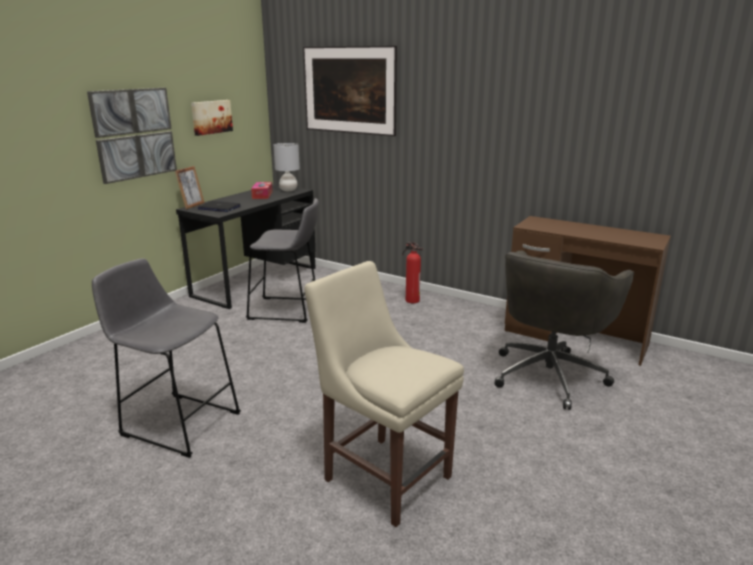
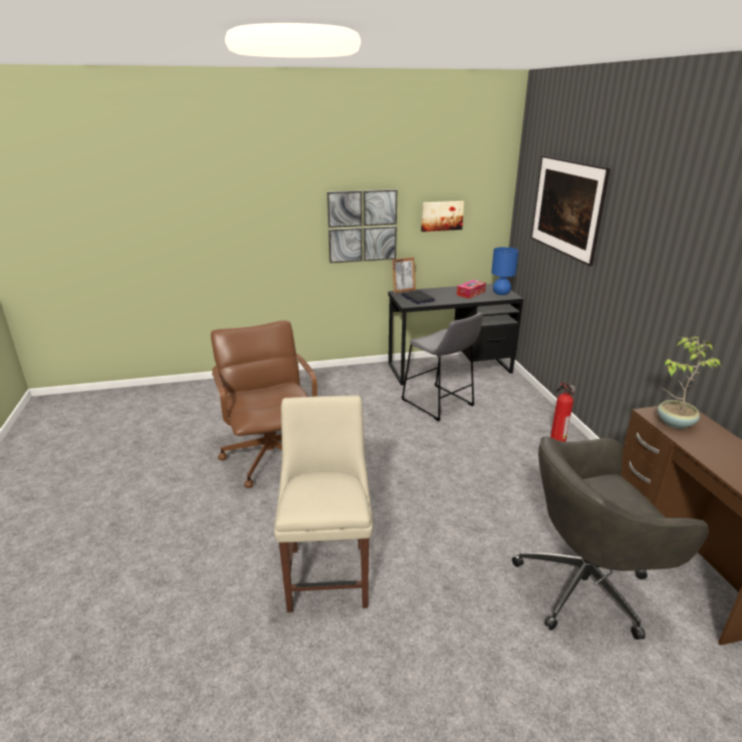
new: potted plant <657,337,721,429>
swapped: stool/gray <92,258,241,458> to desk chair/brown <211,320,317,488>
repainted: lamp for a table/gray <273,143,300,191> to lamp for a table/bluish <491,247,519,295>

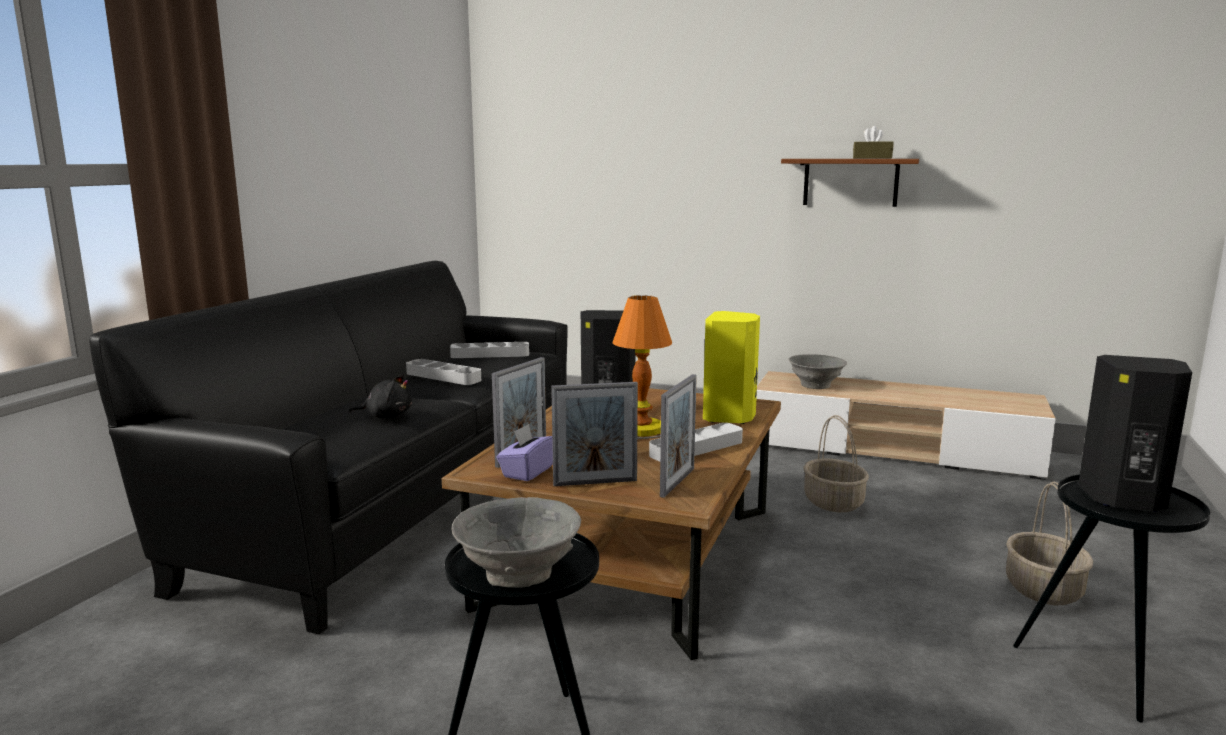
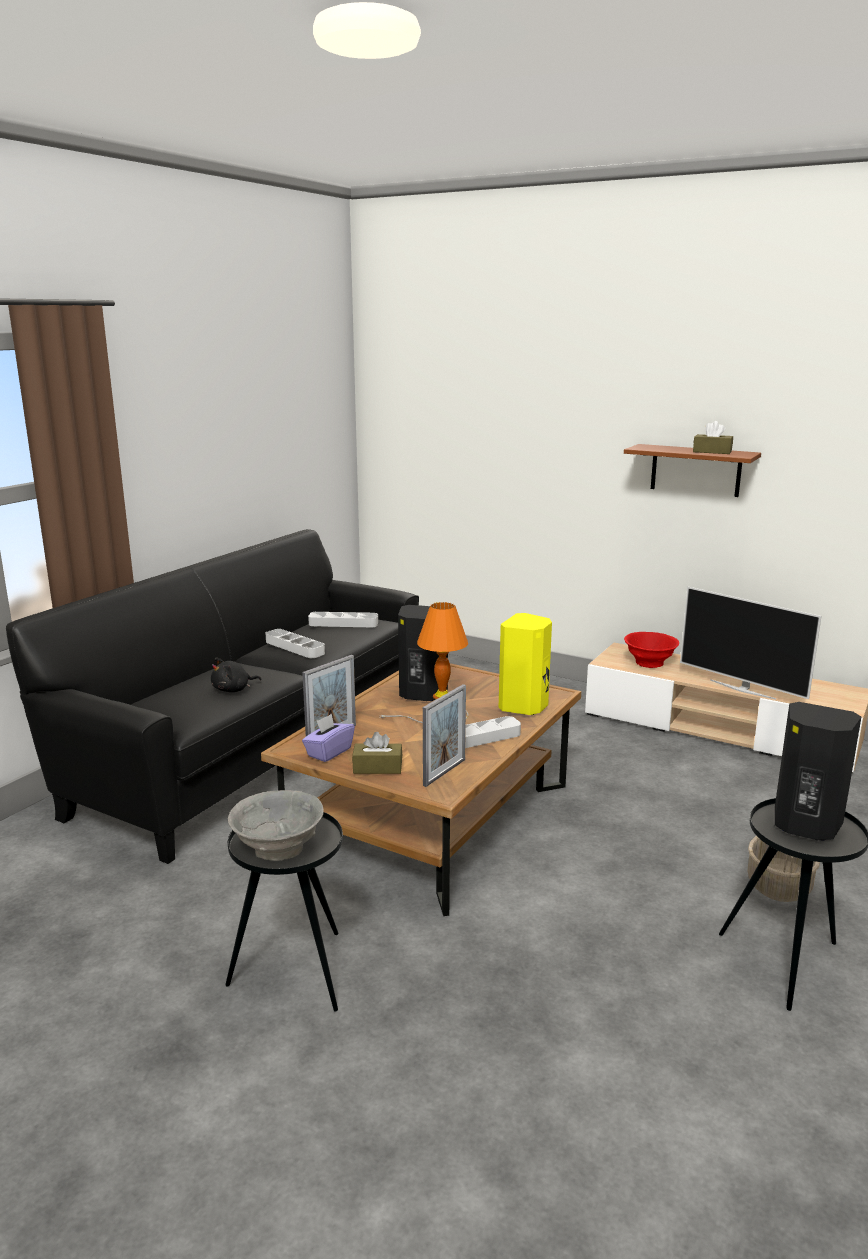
gone: basket <803,415,869,512>
new: television <680,586,822,700>
swapped: standing frame <551,382,638,486> to tissue holder/brown <352,732,402,774>
repainted: bowl/gray <788,354,847,389> to bowl/red-coloured <624,632,679,668>
rotated: cuddly toy/black-coloured <349,375,412,418> = <211,658,261,692> 135 degrees clockwise

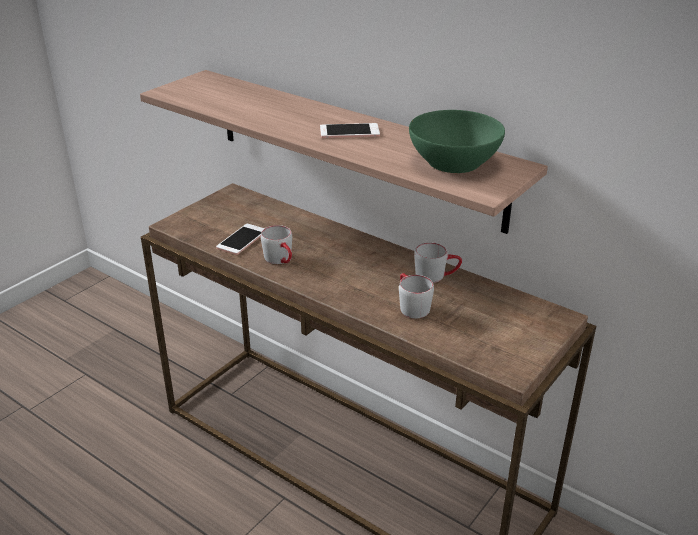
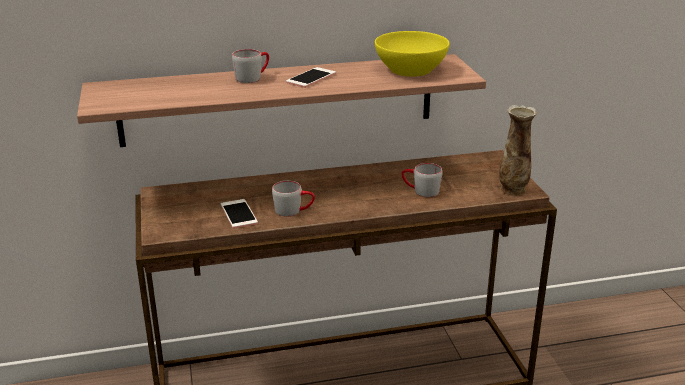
new: vase <499,105,537,196>
shifted: tea mug/gray <414,242,462,283> to <232,49,269,83>
repainted: bowl/green-coloured <409,110,505,173> to bowl/yellow <375,31,450,77>

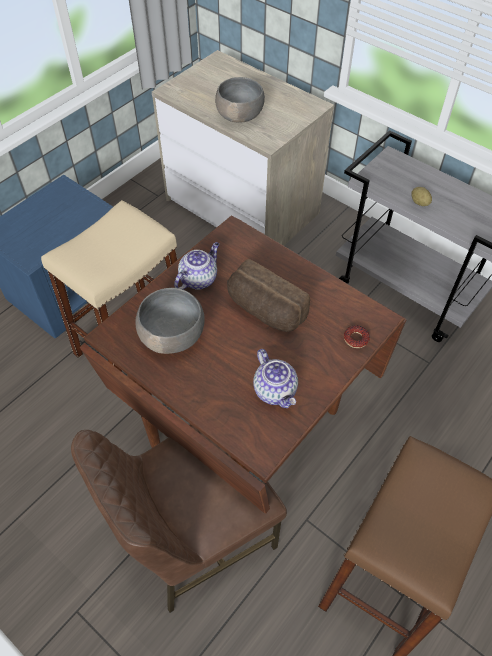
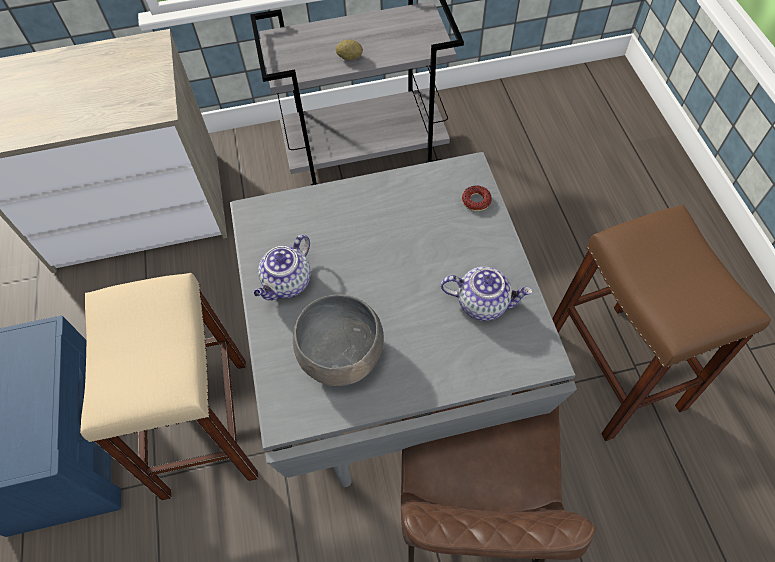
gone: bowl/gray <215,77,265,123>; baked bread <227,259,310,332>
repainted: dining table/brown <80,216,407,514> to dining table/gray <230,152,577,487>
rotated: tea pot <174,242,219,290> = <254,234,311,301> 135 degrees counterclockwise

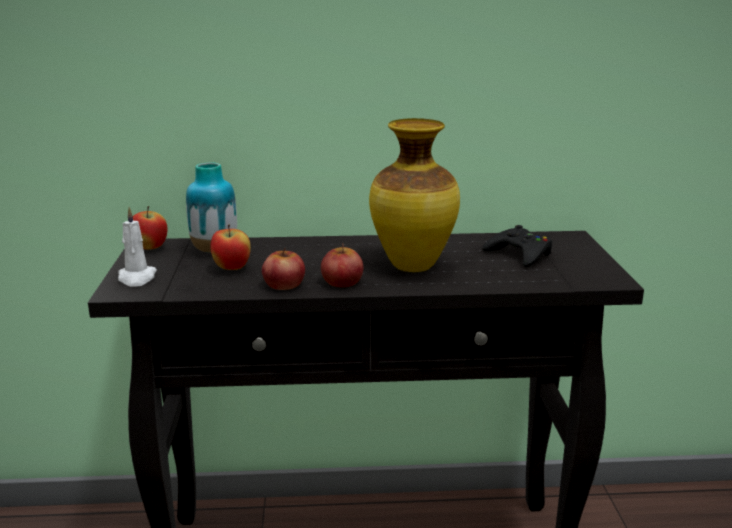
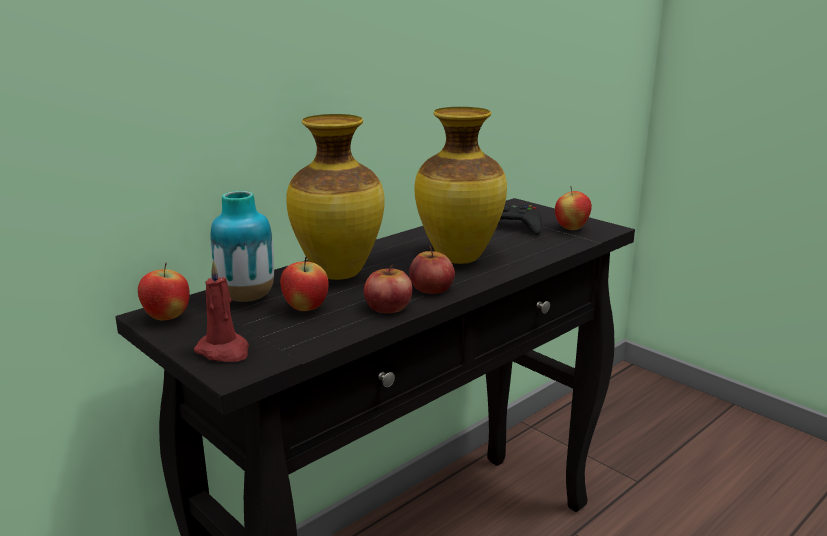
new: vase <286,114,385,280>; apple fruit <555,186,592,230>
repainted: candle/white-coloured <118,207,157,287> to candle/red-coloured <194,260,249,362>

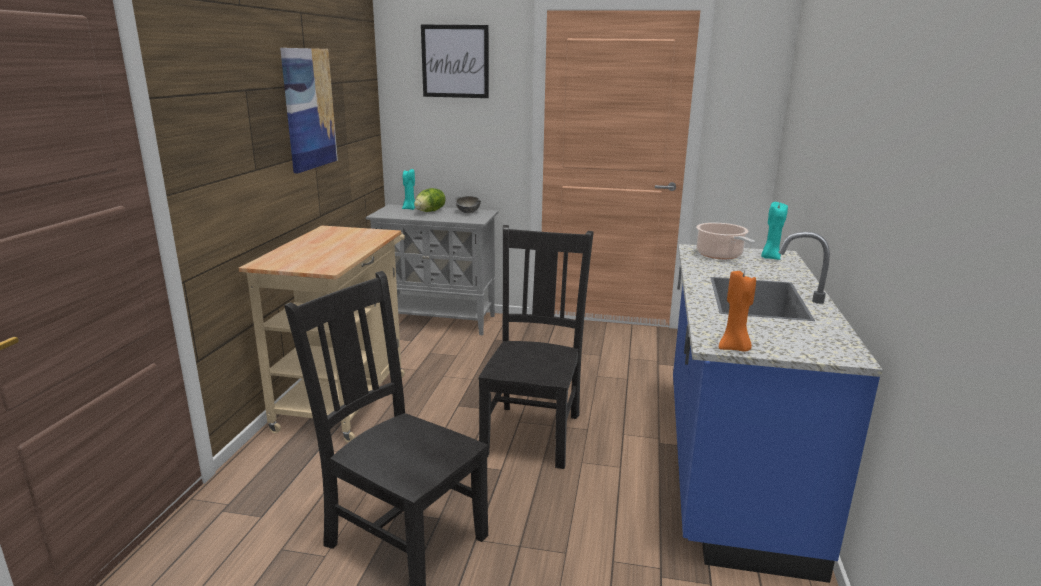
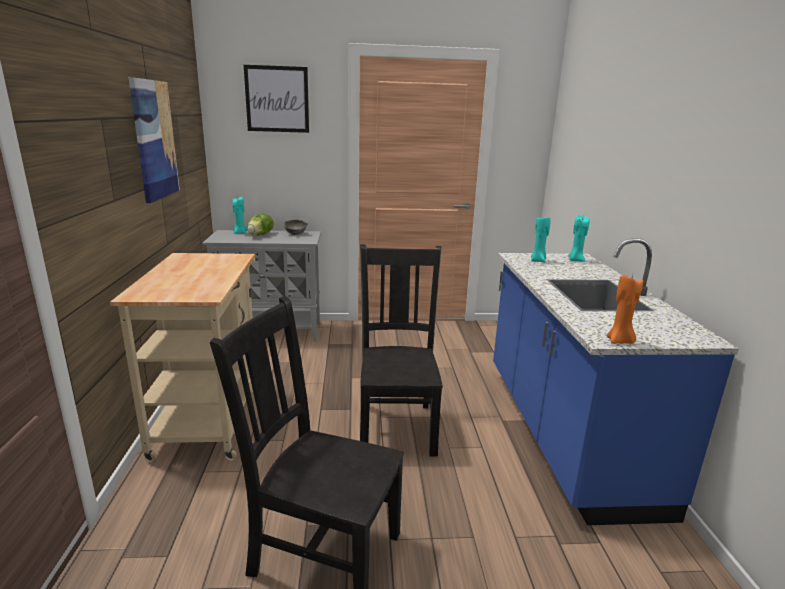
swapped: stockpot <696,223,755,259> to candle/turquoise-coloured <531,217,550,262>

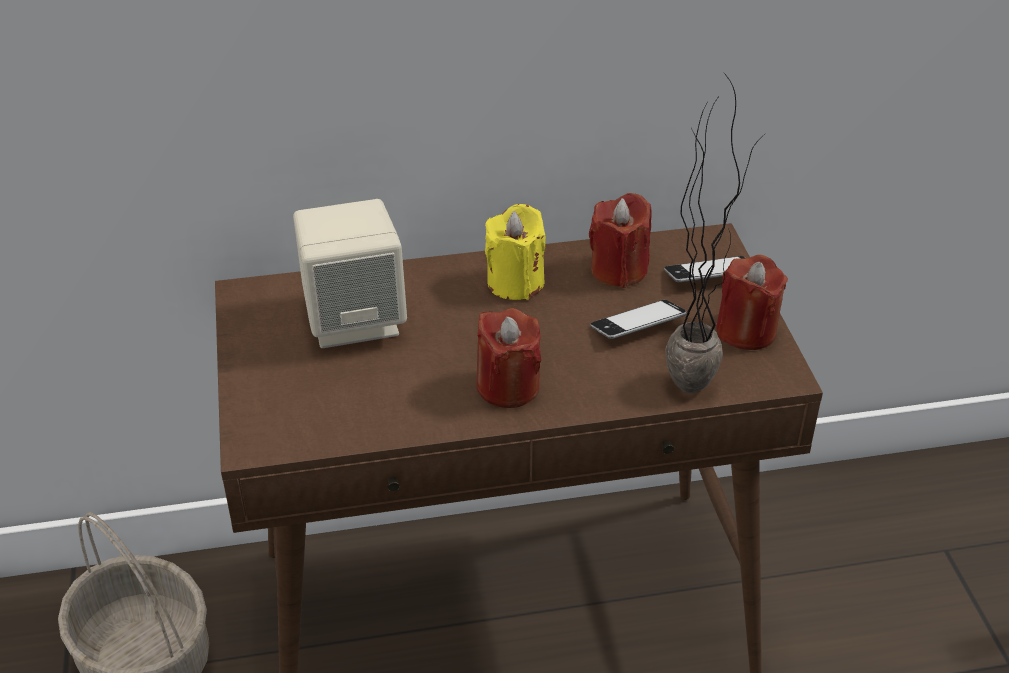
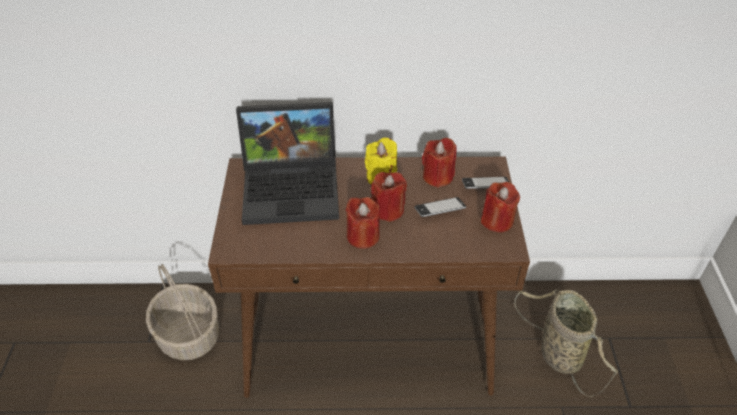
gone: potted plant <665,73,766,393>
new: candle/red-coloured <371,172,407,222>; basket <515,289,618,397>
swapped: speaker/beige-coloured <293,199,407,348> to laptop <236,102,339,225>

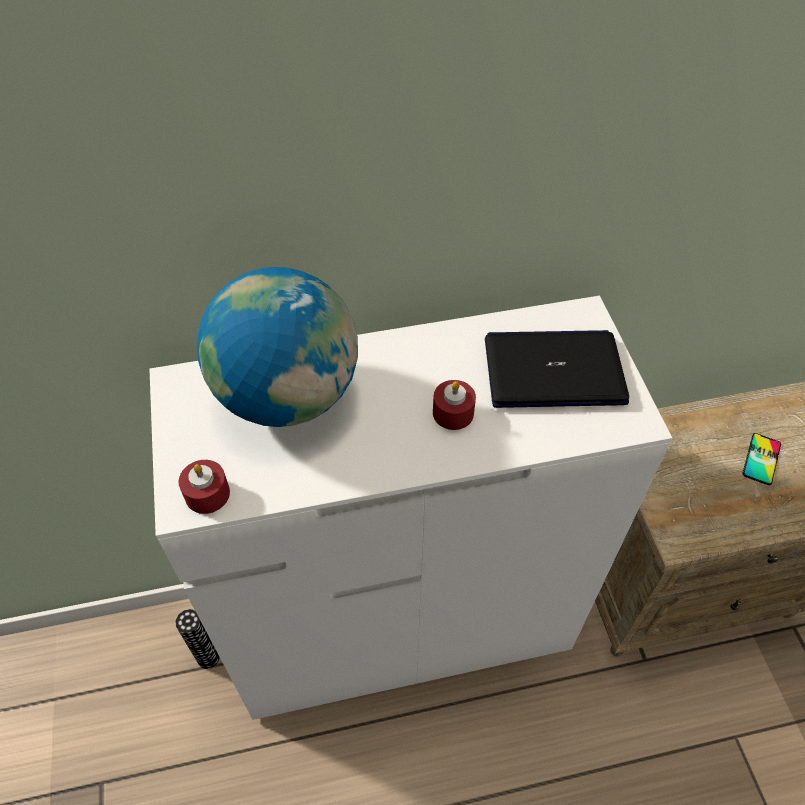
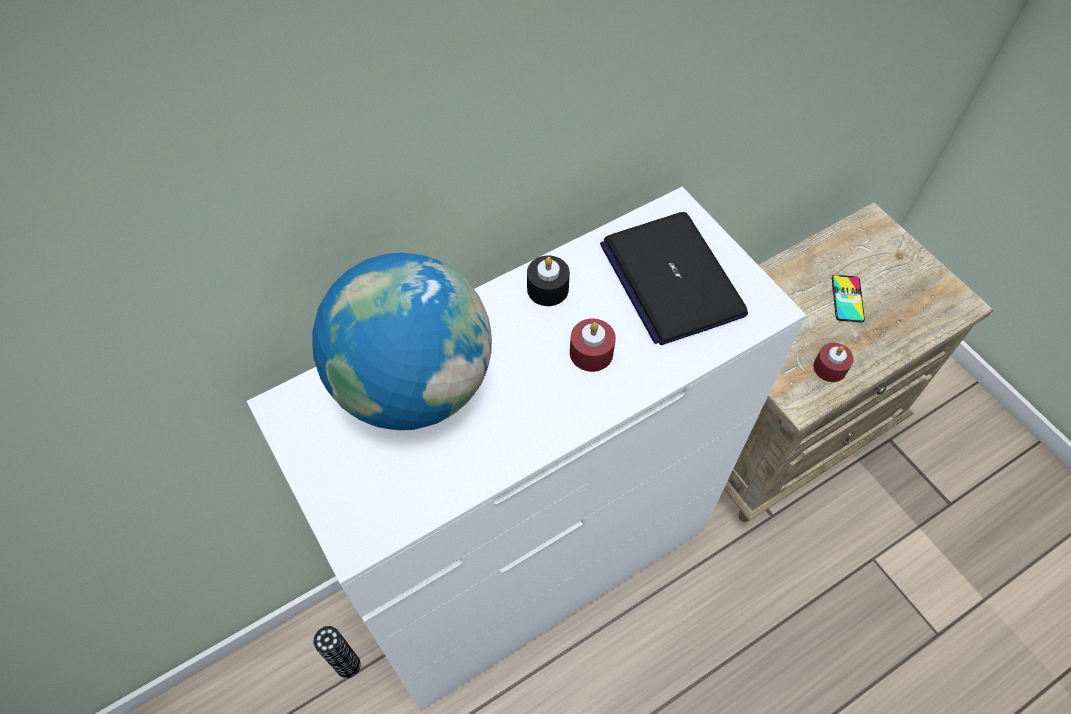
new: candle/black-coloured <527,256,570,306>
shifted: candle/red-coloured <179,460,230,514> to <813,343,853,382>
rotated: laptop <485,330,629,408> = <600,212,748,345> 90 degrees counterclockwise

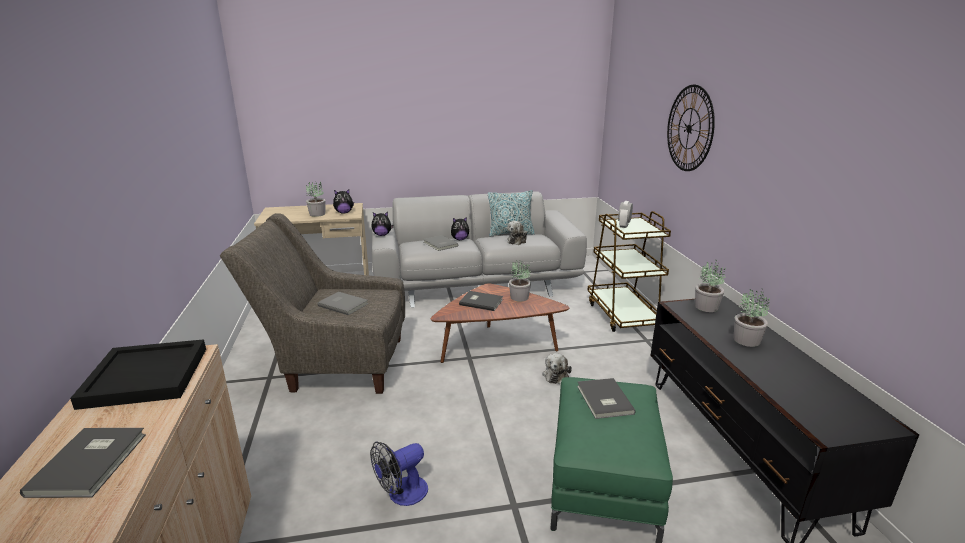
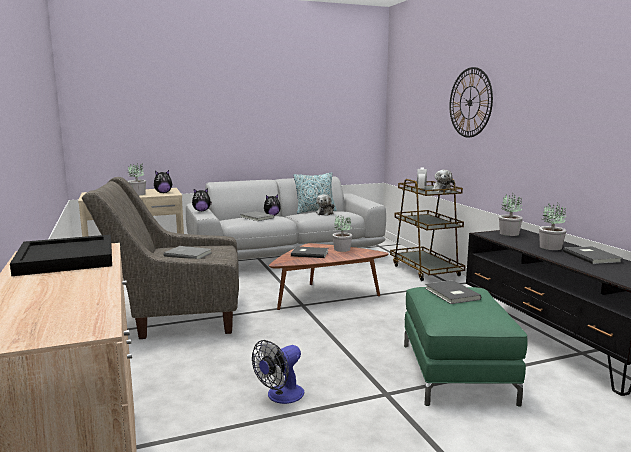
shifted: cuddly toy <542,353,572,384> to <432,170,455,192>; bound book/gray <20,428,146,498> to <563,246,622,264>

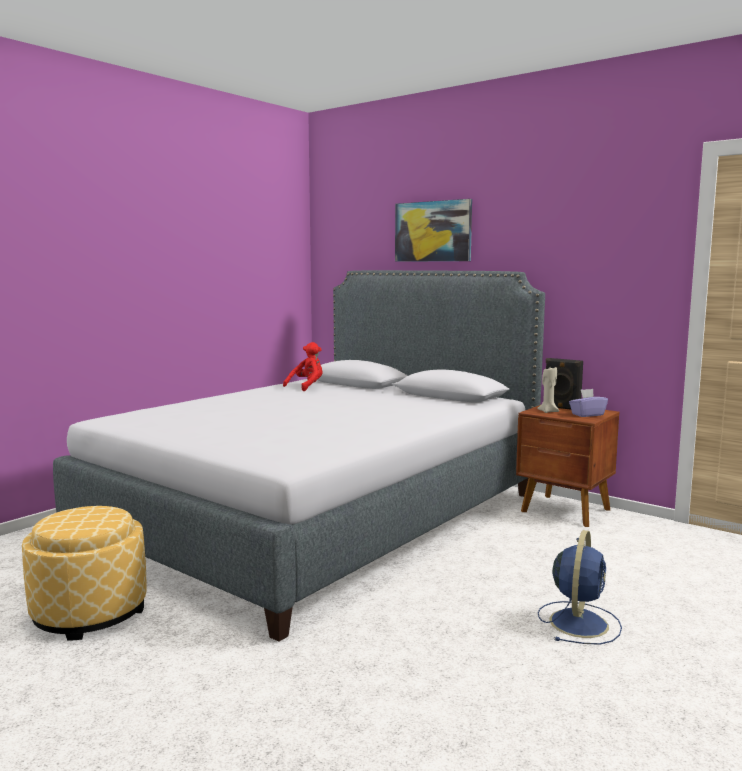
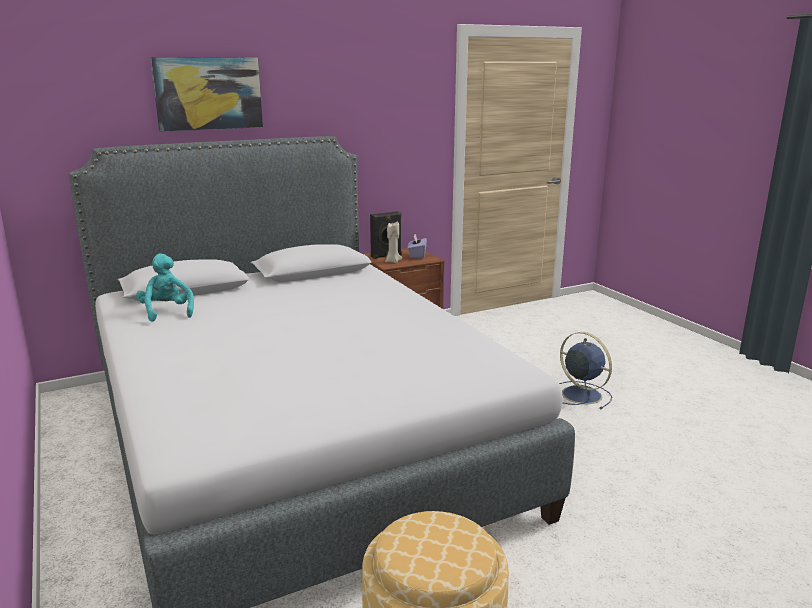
repainted: cuddly toy/red-coloured <283,342,323,391> to cuddly toy/turquoise-coloured <136,253,194,322>

